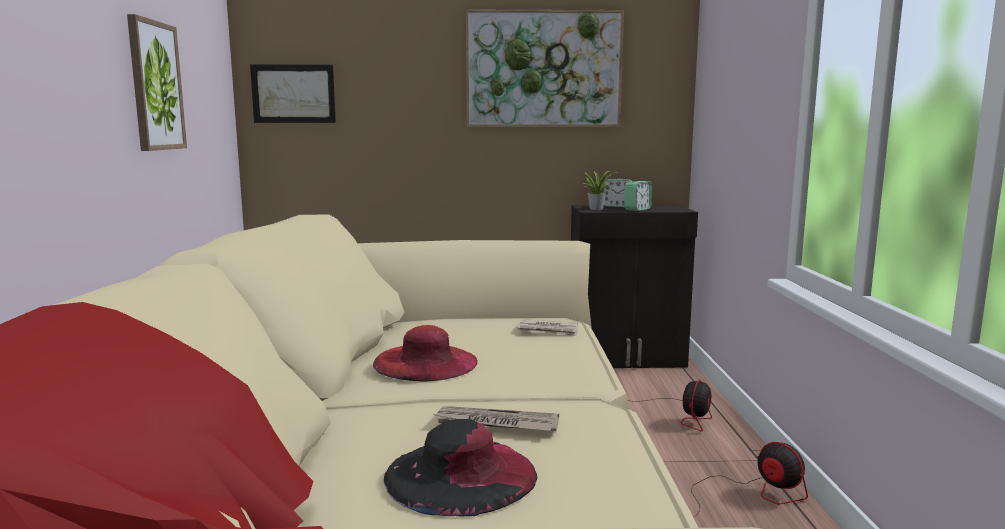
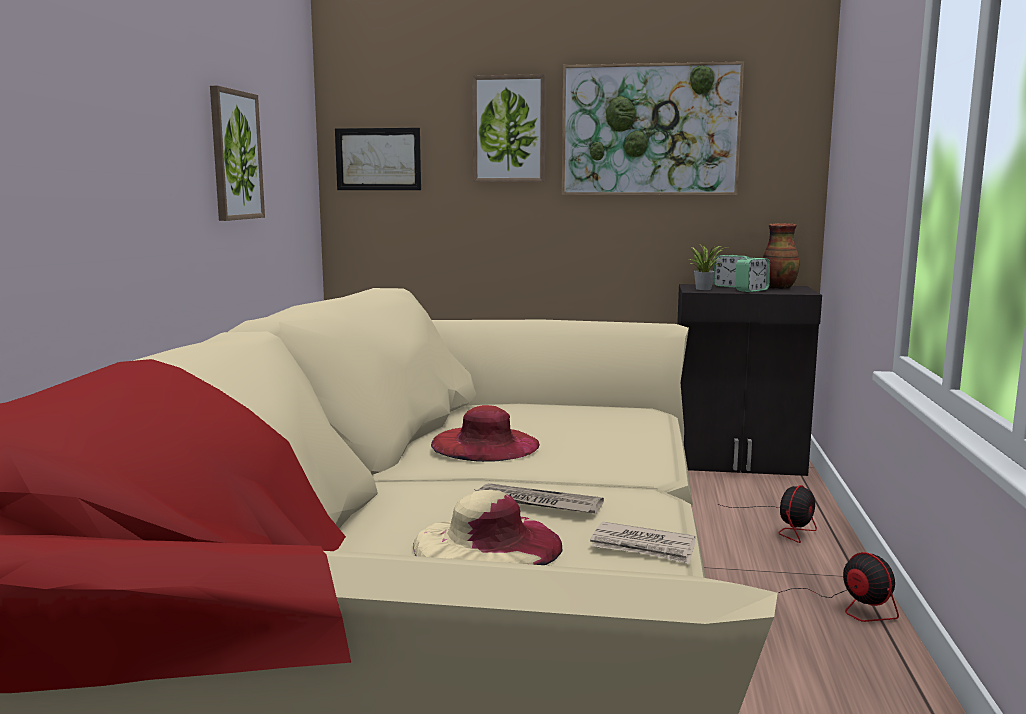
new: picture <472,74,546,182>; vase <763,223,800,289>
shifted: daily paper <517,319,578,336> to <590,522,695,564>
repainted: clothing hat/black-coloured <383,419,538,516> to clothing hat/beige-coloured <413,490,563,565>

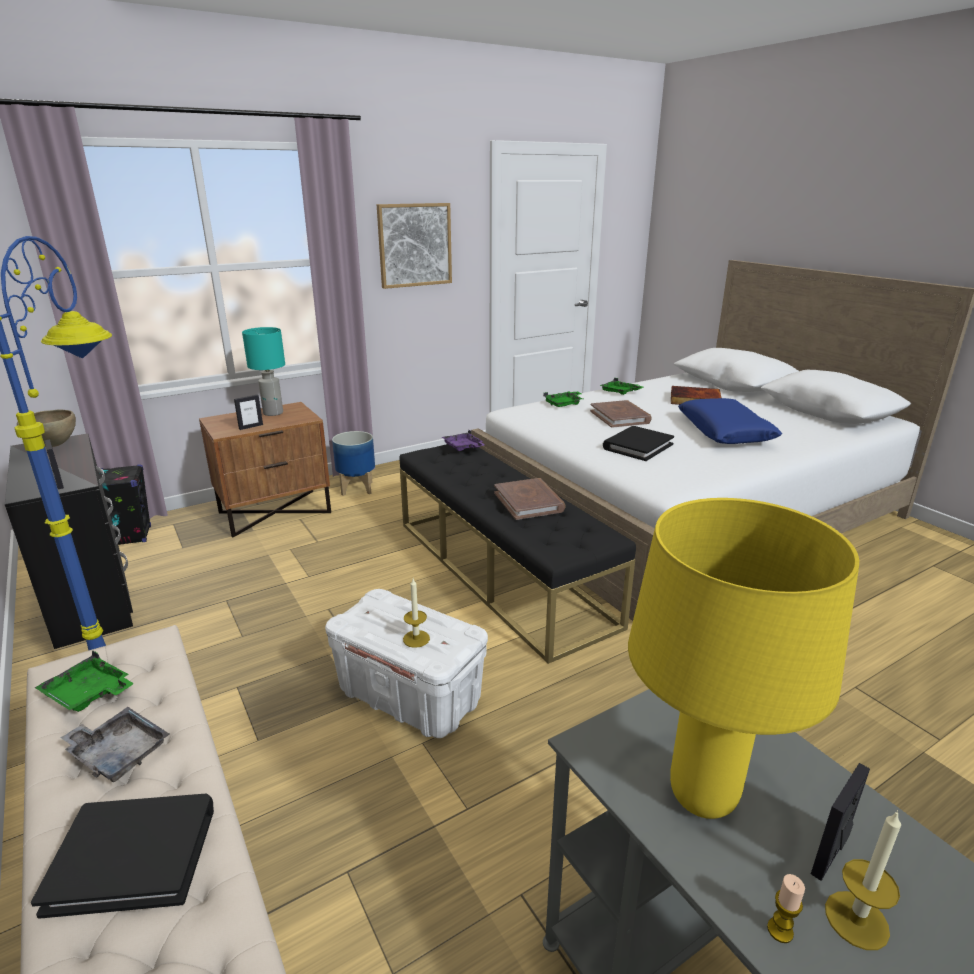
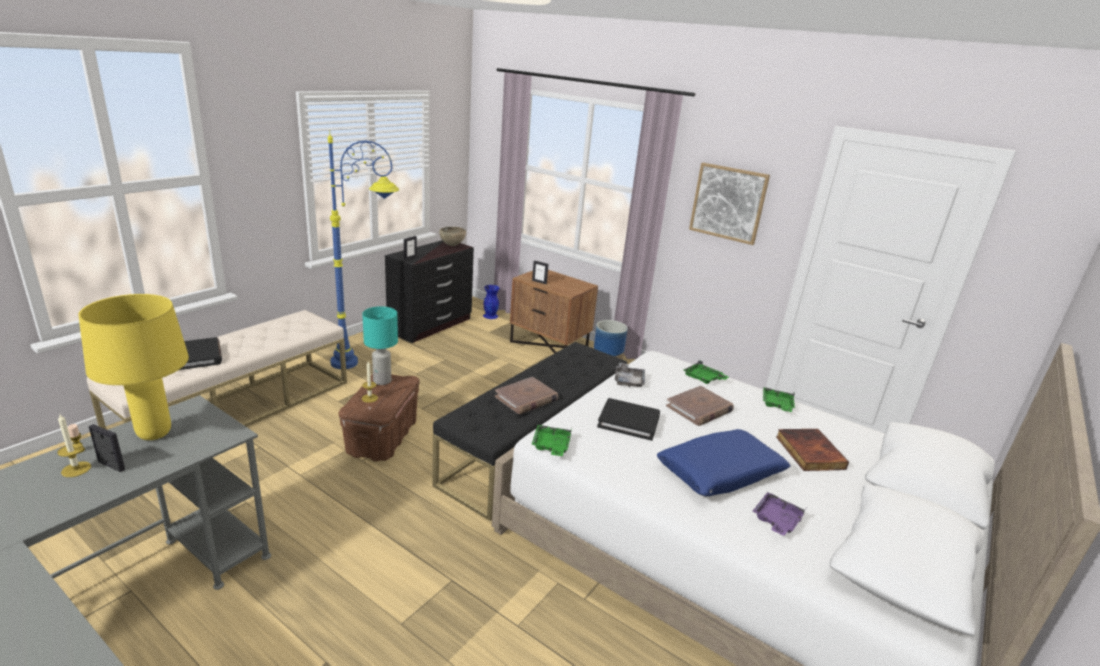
shifted: lamp for a table/turquoise-coloured <242,327,285,416> to <362,306,398,385>; serving tray/green-coloured <35,650,134,712> to <531,425,572,456>; serving tray/gray <61,707,169,782> to <615,363,645,387>; serving tray/purple-coloured <442,430,485,451> to <753,492,806,536>
swapped: speaker/black-coloured <99,464,151,545> to vase/bluish <483,285,500,319>
repainted: storage container/white-coloured <325,589,488,738> to storage container/brown <339,374,420,462>

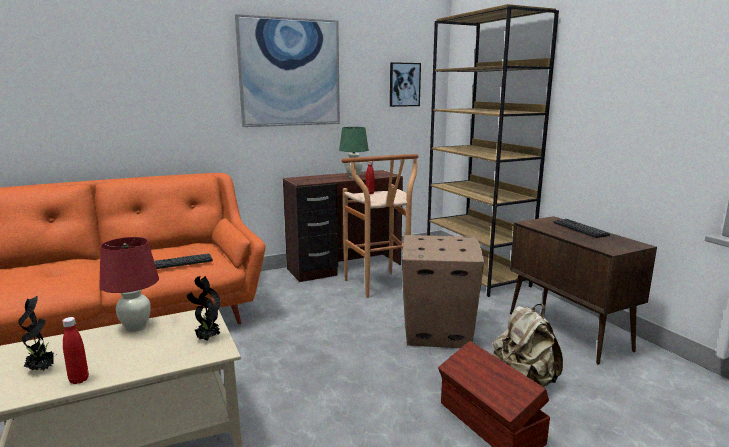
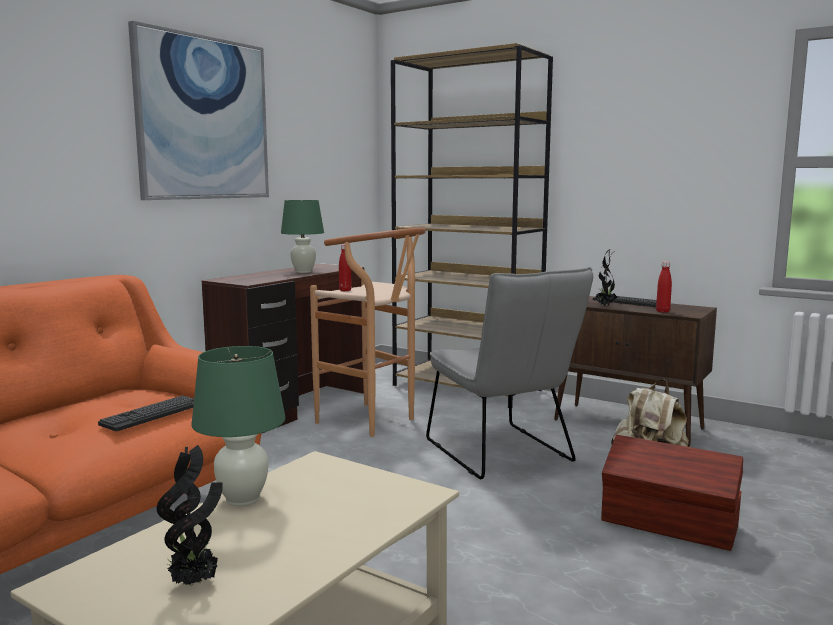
gone: picture <390,62,421,107>
shifted: potted plant <187,276,221,340> to <596,249,618,306>; beverage bottle/red-coloured <62,317,89,384> to <656,261,672,313>
swapped: packing box <402,235,484,348> to upright chair/gray <426,267,593,479>
repainted: lamp for a table/red-coloured <99,237,159,332> to lamp for a table/green-coloured <191,346,285,506>

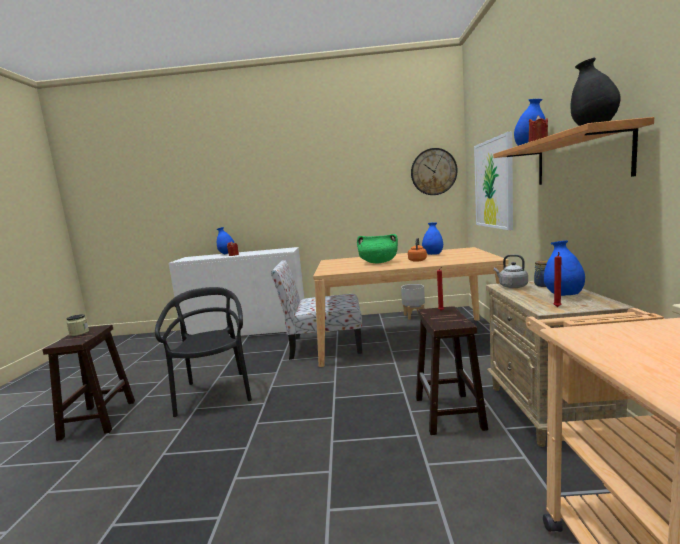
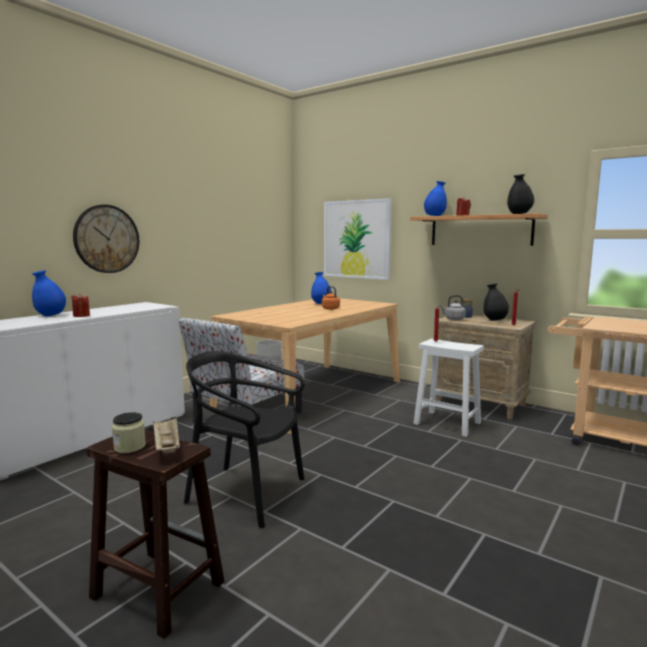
gone: stockpot/green-coloured <357,234,398,263>
new: serving tray/beige-coloured <153,417,180,454>
shifted: hanging clock <411,148,458,195> to <73,205,139,273>
repainted: stool/brown <416,306,488,435> to stool/white-coloured <413,339,484,437>; vase/bluish <544,240,585,296> to vase/black-coloured <484,284,509,321>

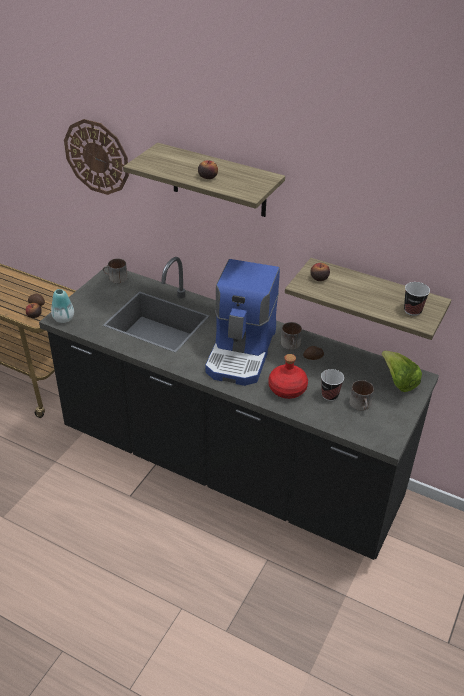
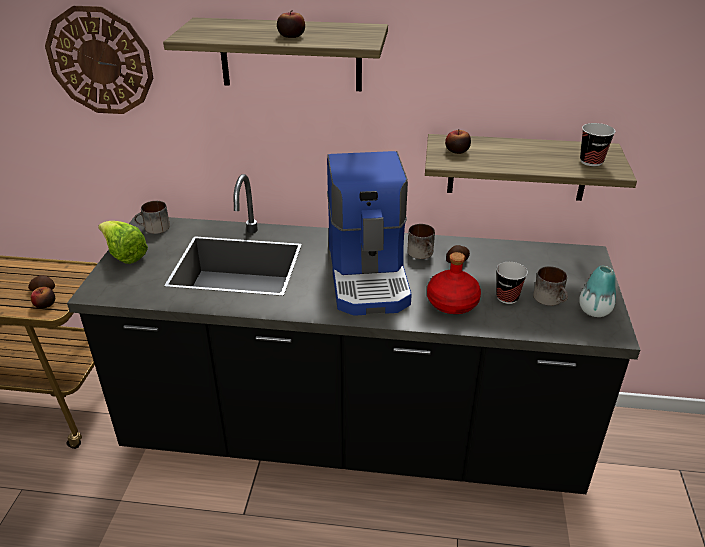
shifted: lettuce head <381,351,422,392> to <98,221,148,264>; vase <51,289,74,323> to <579,266,616,317>

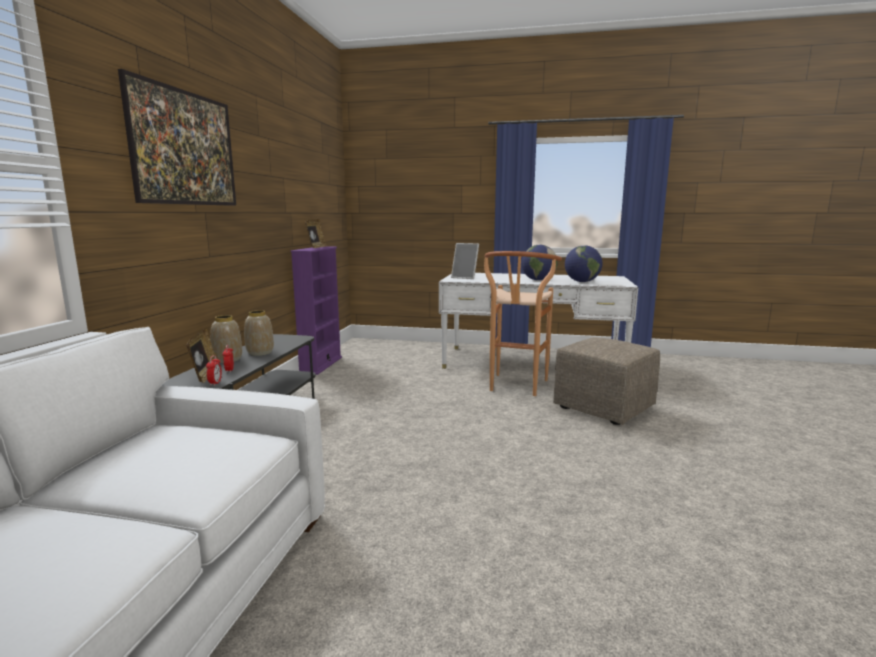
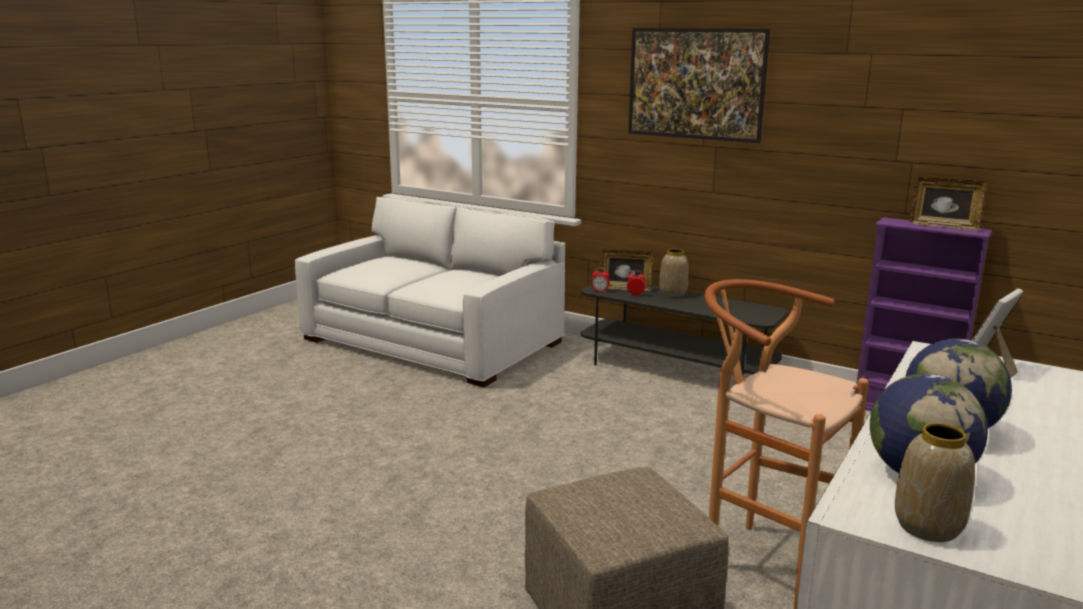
shifted: vase <244,310,274,356> to <895,423,975,542>

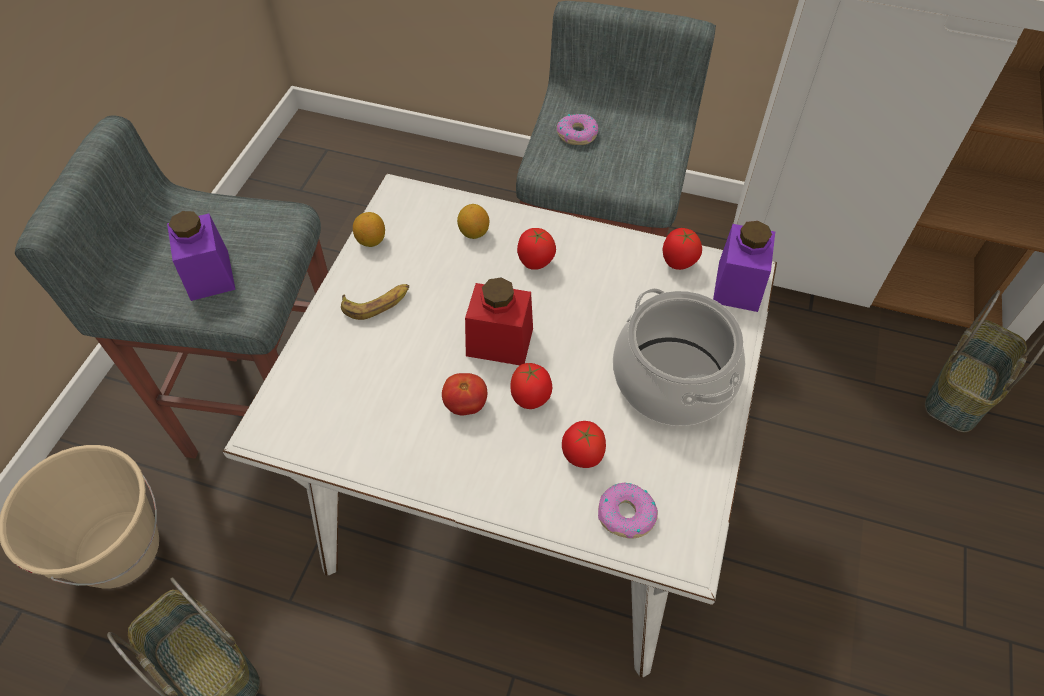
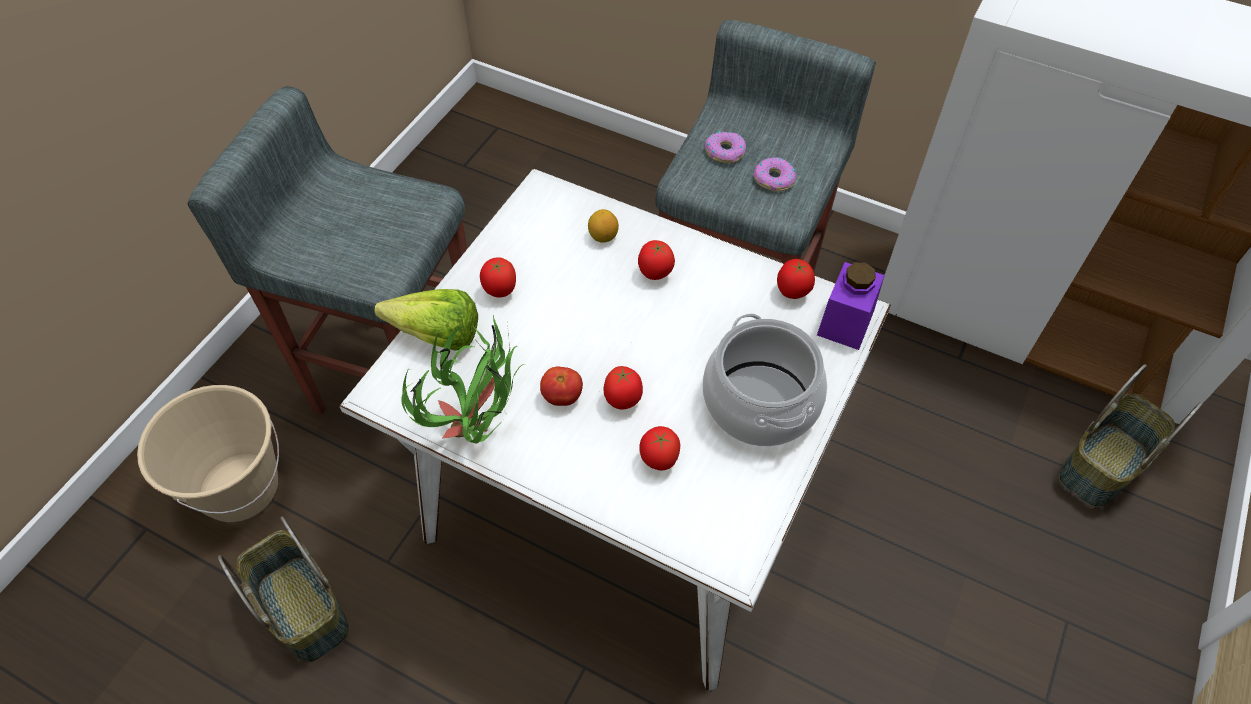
gone: jar/purple-coloured <167,211,236,301>; lemon <353,212,385,247>; jar/red-coloured <465,277,533,365>
new: lettuce head <375,289,478,351>; potted plant <401,315,525,444>
shifted: doughnut <598,483,658,539> to <754,157,796,192>
swapped: banana fruit <341,284,409,320> to fresh tomato <480,257,516,297>

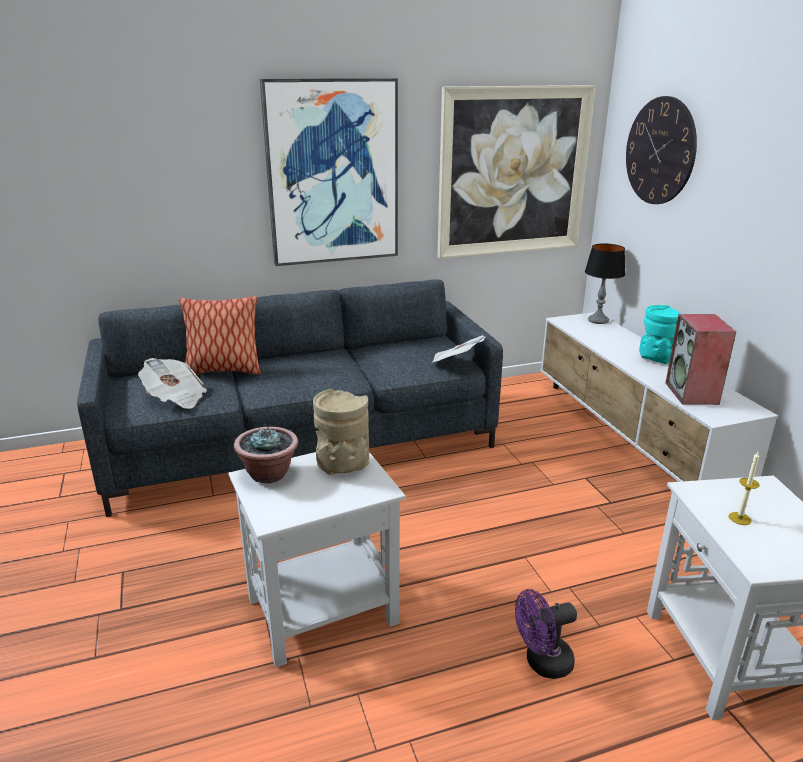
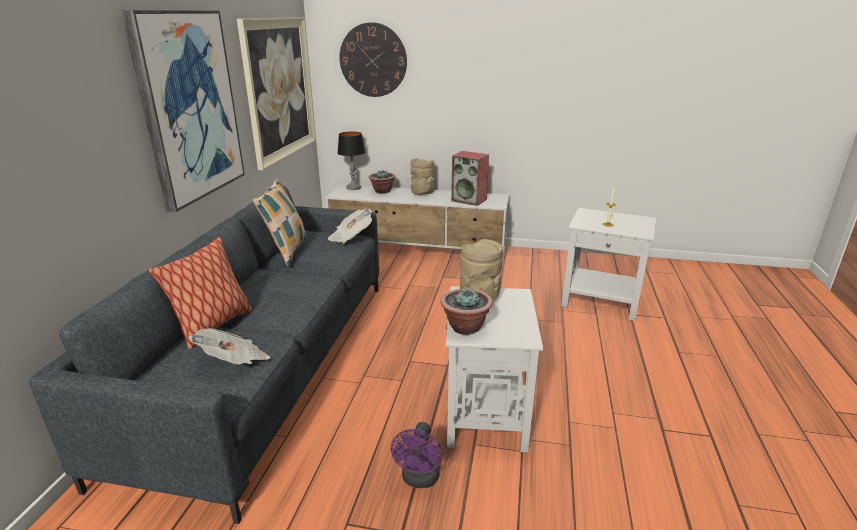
new: cushion <253,178,307,267>; potted plant <369,170,395,194>
shifted: fan/purple-coloured <515,589,577,679> to <391,422,443,488>
repainted: vase/turquoise-coloured <639,305,680,364> to vase/beige-coloured <411,158,434,195>

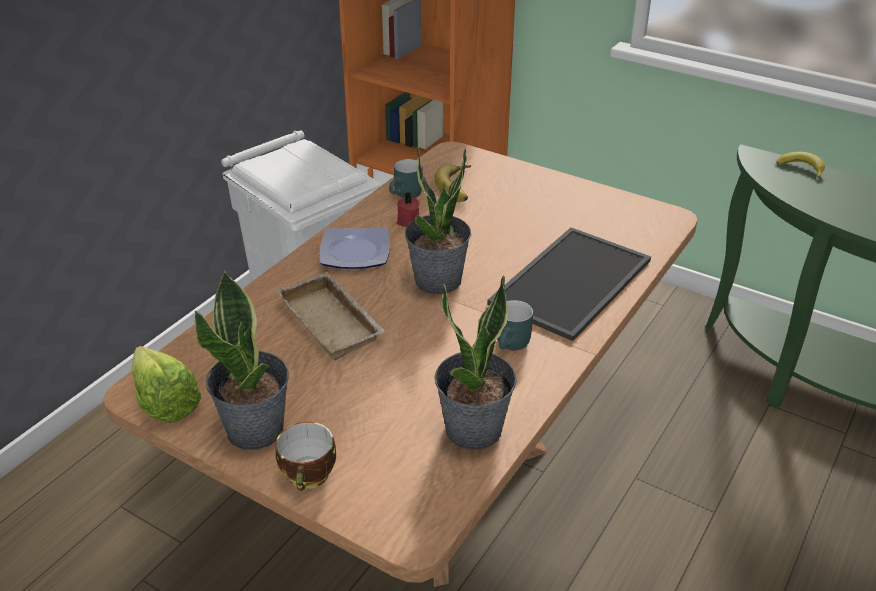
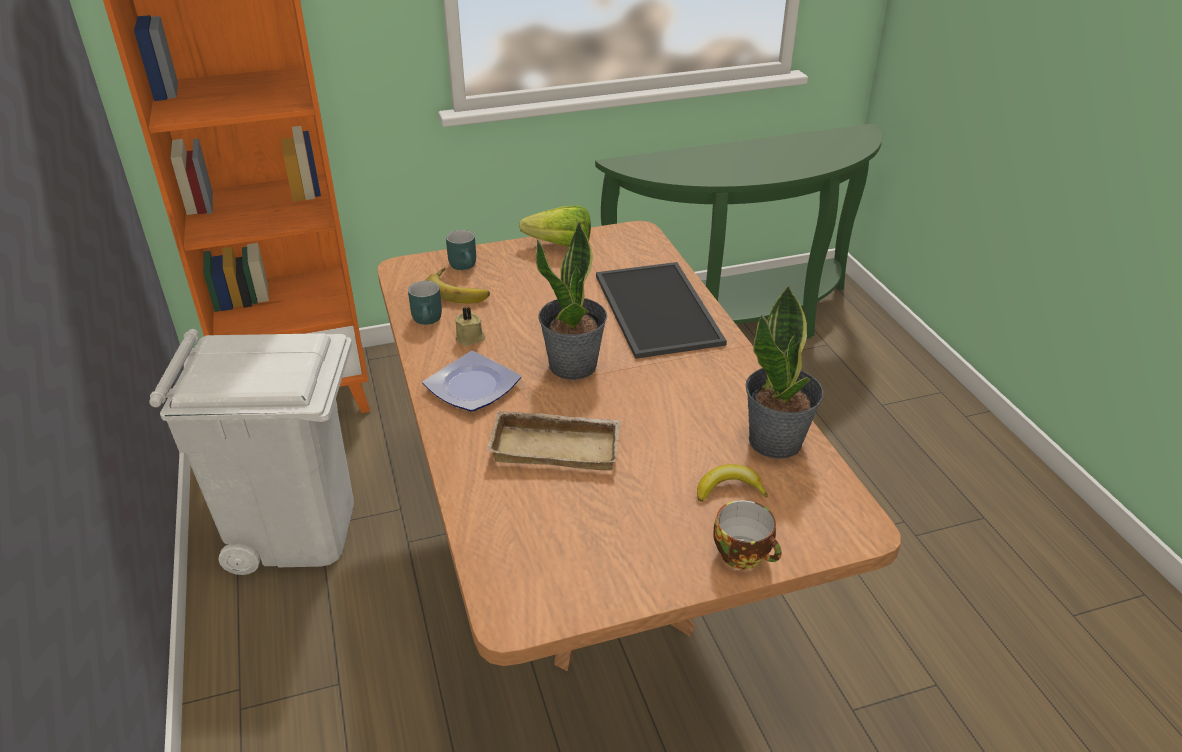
gone: potted plant <194,271,289,450>
shifted: tea mug/turquoise-coloured <497,300,533,350> to <446,230,476,270>; lettuce head <131,346,202,423> to <519,205,591,247>; banana fruit <776,152,825,179> to <697,464,768,502>
repainted: candle/red-coloured <397,192,420,227> to candle/beige-coloured <455,307,485,346>

